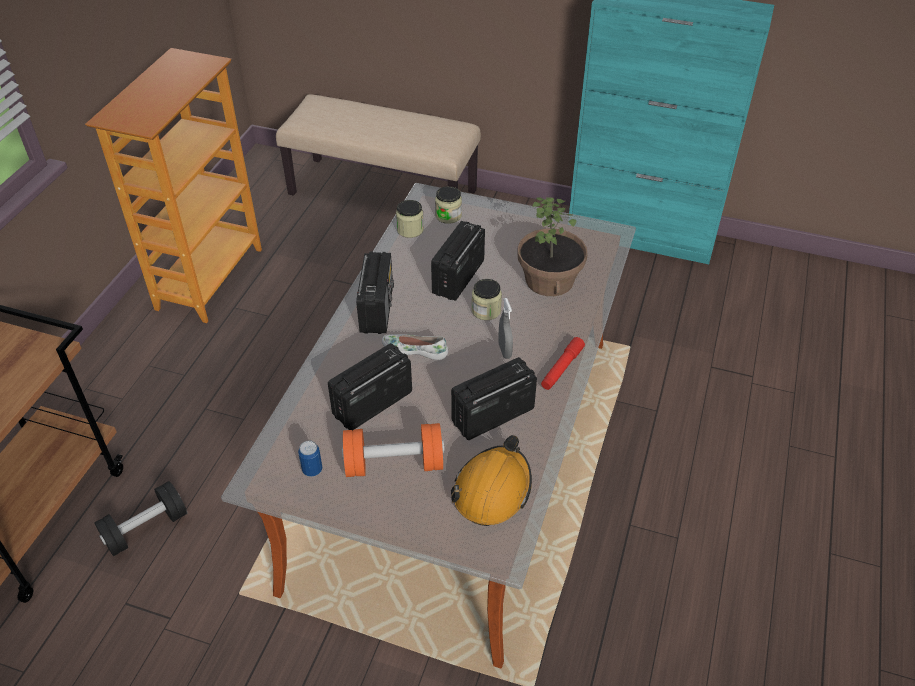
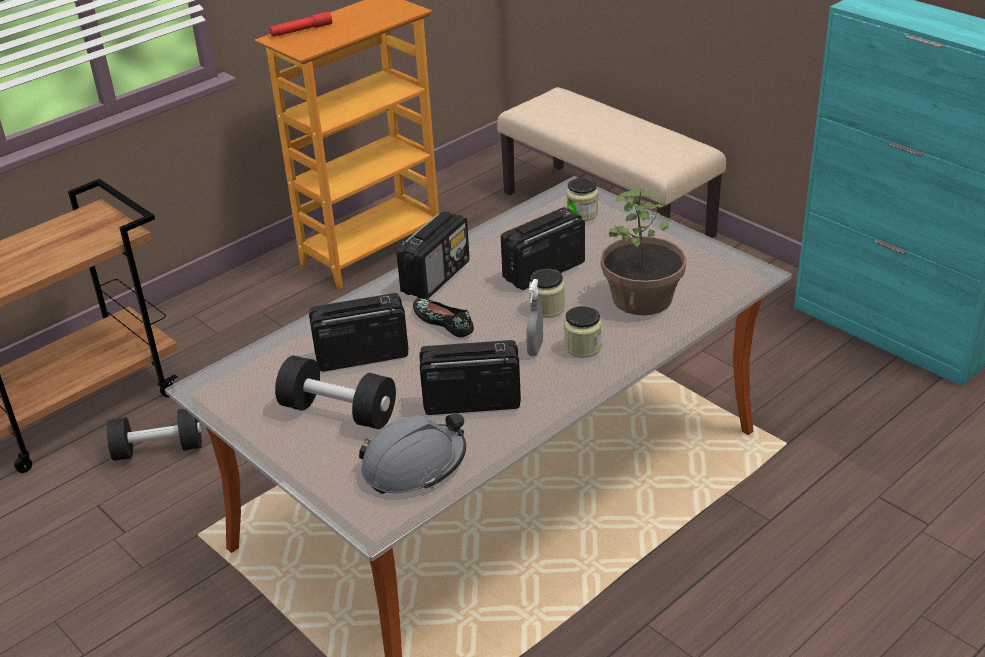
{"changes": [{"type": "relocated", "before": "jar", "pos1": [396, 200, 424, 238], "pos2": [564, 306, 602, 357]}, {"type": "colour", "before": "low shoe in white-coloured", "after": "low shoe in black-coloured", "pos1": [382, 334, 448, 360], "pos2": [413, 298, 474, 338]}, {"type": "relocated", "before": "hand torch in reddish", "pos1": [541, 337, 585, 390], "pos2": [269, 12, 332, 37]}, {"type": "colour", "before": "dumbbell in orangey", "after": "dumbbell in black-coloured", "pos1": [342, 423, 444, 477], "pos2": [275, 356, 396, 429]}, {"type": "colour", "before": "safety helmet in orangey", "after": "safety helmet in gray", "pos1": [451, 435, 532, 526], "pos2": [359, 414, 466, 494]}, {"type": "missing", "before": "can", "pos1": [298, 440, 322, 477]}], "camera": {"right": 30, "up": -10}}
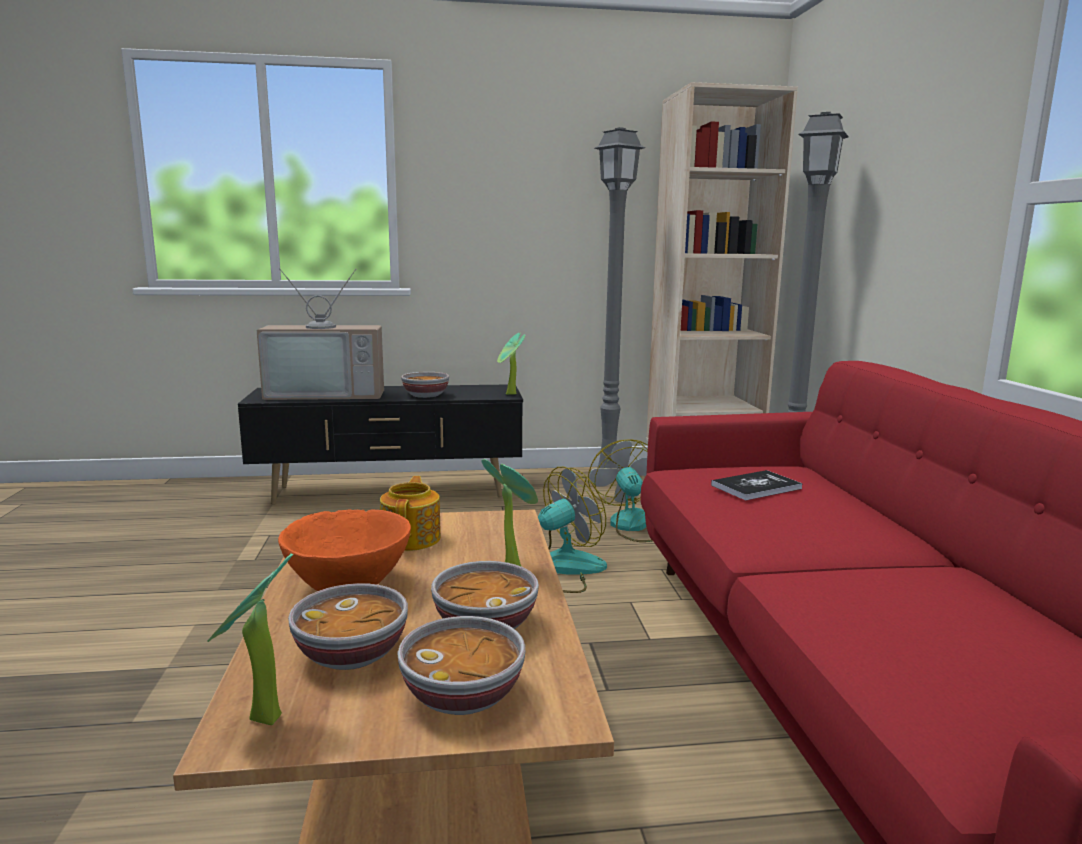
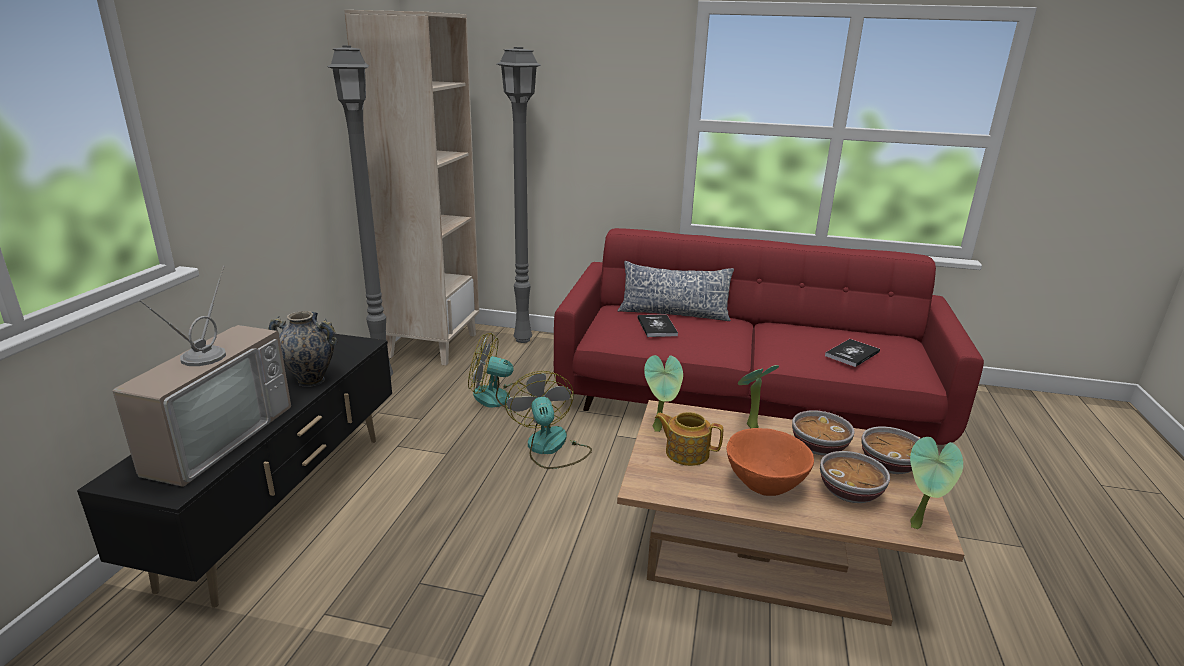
{"changes": [{"type": "relocated", "before": "potted plant", "pos1": [497, 333, 525, 395], "pos2": [644, 355, 683, 432]}, {"type": "exchanged", "before": "deep dish", "after": "decorative vase", "pos1": [401, 372, 449, 398], "pos2": [268, 311, 338, 387]}, {"type": "appeared", "after": "throw pillow", "pos2": [618, 261, 734, 321]}, {"type": "appeared", "after": "volume", "pos2": [825, 339, 880, 367]}], "camera": {"right": -70, "up": 10}}
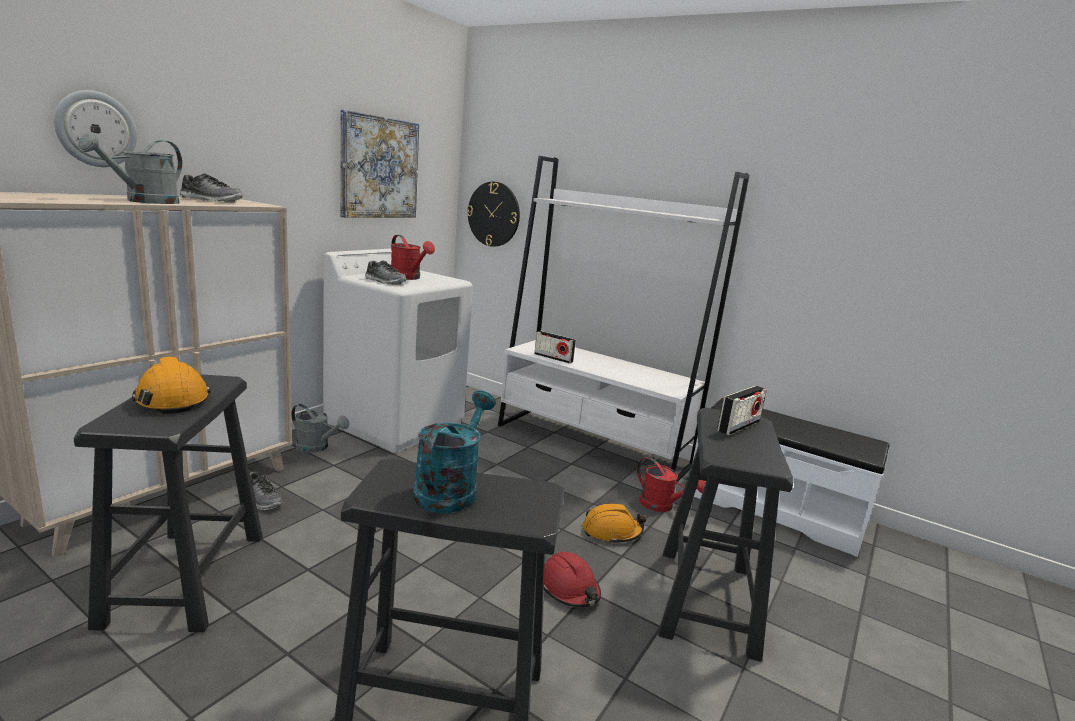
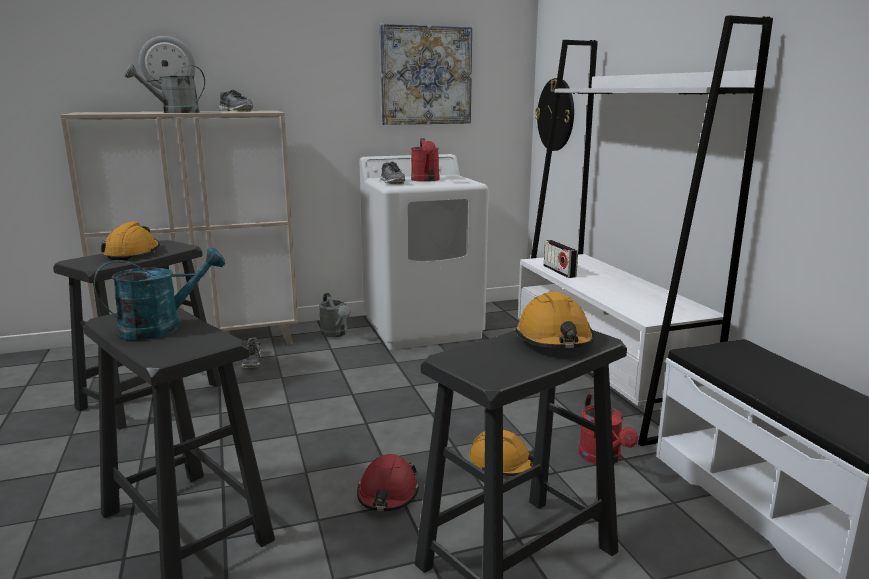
{"changes": [{"type": "exchanged", "before": "radio", "after": "safety helmet in orangey", "pos1": [717, 386, 767, 435], "pos2": [515, 292, 594, 348]}], "camera": {"right": 40, "up": 0}}
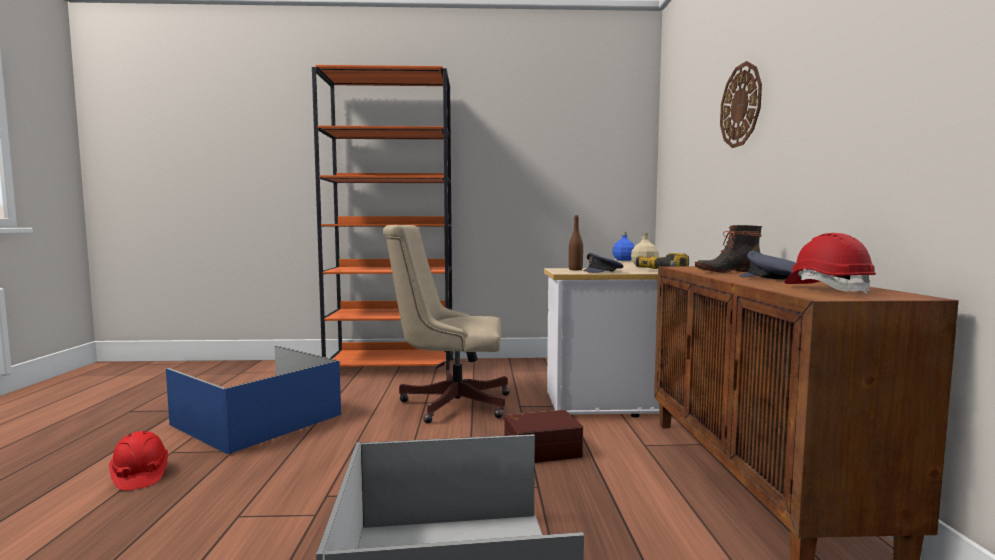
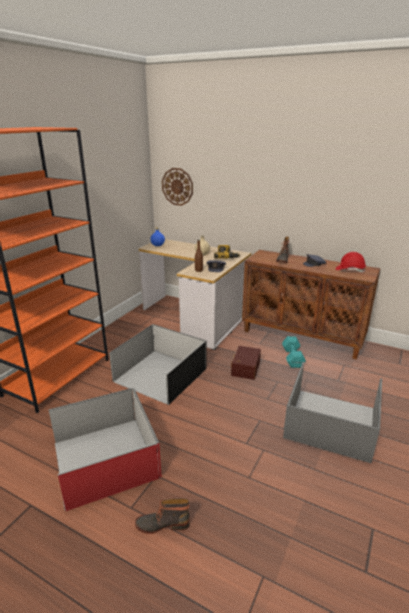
{"changes": [{"type": "relocated", "before": "wall clock", "pos1": [720, 61, 762, 148], "pos2": [162, 168, 193, 206]}, {"type": "exchanged", "before": "desk chair in sand-coloured", "after": "storage bin in black-coloured", "pos1": [383, 225, 510, 423], "pos2": [109, 324, 206, 405]}, {"type": "colour", "before": "storage bin in blue", "after": "storage bin in reddish", "pos1": [166, 346, 341, 454], "pos2": [48, 388, 162, 511]}, {"type": "exchanged", "before": "safety helmet in reddish", "after": "tall boot", "pos1": [109, 431, 168, 491], "pos2": [135, 498, 190, 534]}, {"type": "appeared", "after": "dumbbell in blue-green", "pos2": [282, 336, 306, 368]}], "camera": {"right": -60, "up": 20}}
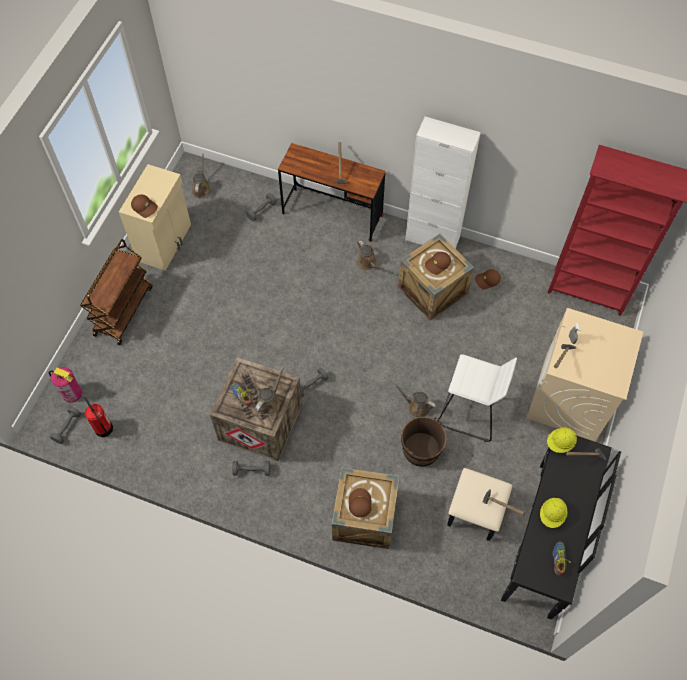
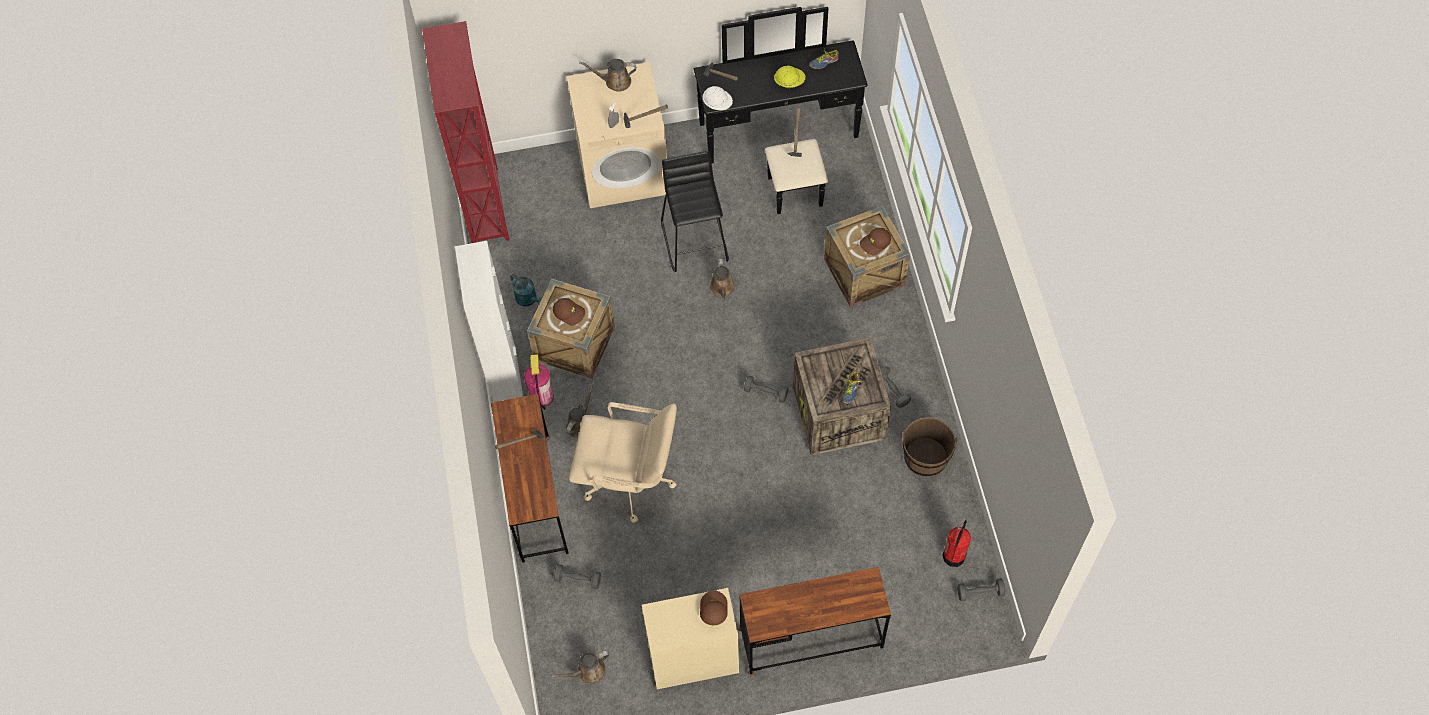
{"changes": [{"type": "exchanged", "before": "cart in brownish", "after": "desk unit in brownish", "pos1": [80, 239, 153, 345], "pos2": [738, 567, 891, 675]}, {"type": "exchanged", "before": "peaked cap in brownish", "after": "watering can in blue-green", "pos1": [475, 269, 501, 289], "pos2": [510, 274, 543, 306]}, {"type": "colour", "before": "stool seat in white-coloured", "after": "stool seat in black-coloured", "pos1": [438, 354, 517, 442], "pos2": [661, 151, 729, 272]}, {"type": "relocated", "before": "watering can in brownish", "pos1": [255, 366, 285, 415], "pos2": [579, 59, 636, 92]}, {"type": "relocated", "before": "extinguisher", "pos1": [49, 367, 82, 403], "pos2": [524, 354, 554, 410]}, {"type": "relocated", "before": "water bucket in brownish", "pos1": [401, 417, 446, 467], "pos2": [903, 417, 957, 477]}, {"type": "colour", "before": "safety helmet in yellow", "after": "safety helmet in white-coloured", "pos1": [547, 428, 577, 453], "pos2": [703, 86, 733, 110]}, {"type": "appeared", "after": "desk chair in sand-coloured", "pos2": [569, 402, 677, 523]}], "camera": {"right": -120, "up": 0}}
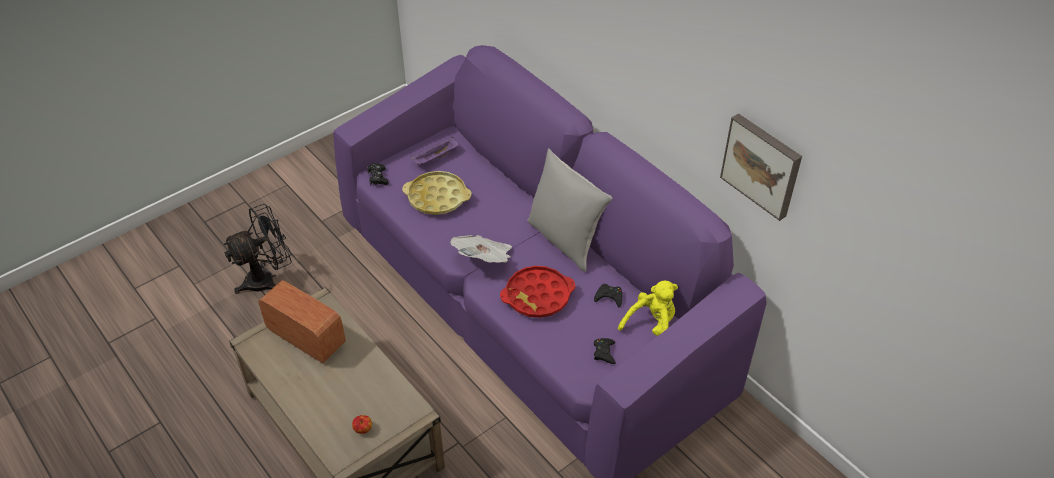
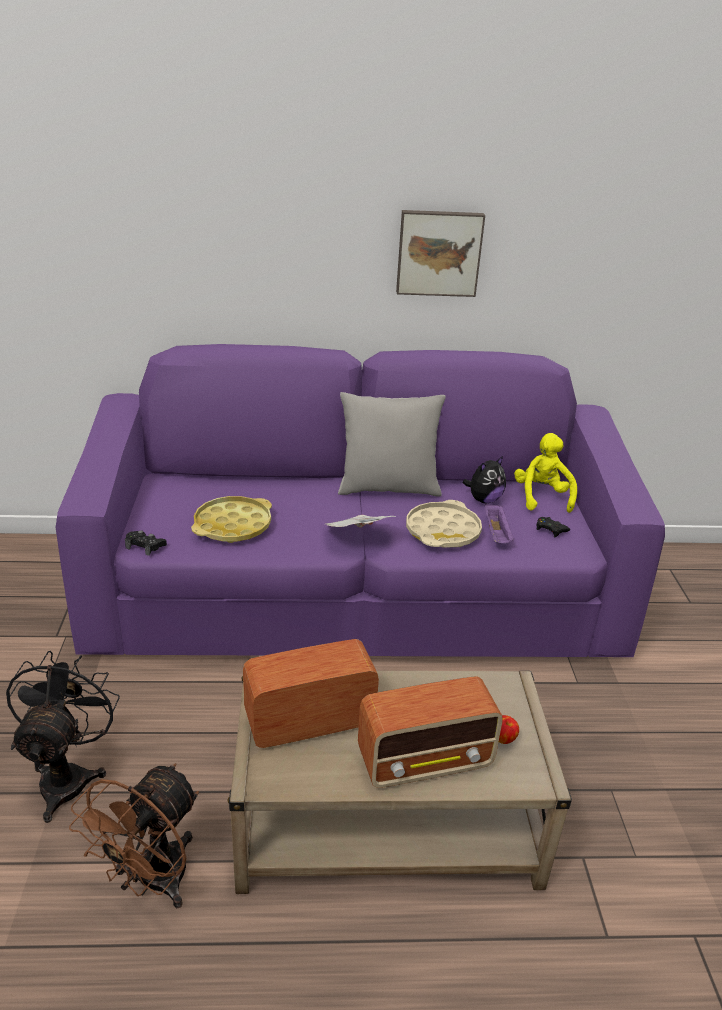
{"changes": [{"type": "relocated", "before": "picture", "pos1": [720, 113, 802, 221], "pos2": [396, 210, 485, 297]}, {"type": "relocated", "before": "carrying tray in purple-coloured", "pos1": [410, 137, 459, 165], "pos2": [485, 503, 515, 543]}, {"type": "colour", "before": "carrying tray in reddish", "after": "carrying tray in sand-coloured", "pos1": [500, 266, 575, 318], "pos2": [406, 500, 482, 548]}, {"type": "exchanged", "before": "game controller in black-coloured", "after": "plush toy", "pos1": [594, 284, 622, 308], "pos2": [463, 456, 506, 503]}, {"type": "appeared", "after": "radio", "pos2": [358, 676, 503, 788]}, {"type": "appeared", "after": "electric fan in brownish", "pos2": [69, 763, 199, 909]}], "camera": {"right": -55, "up": -15}}
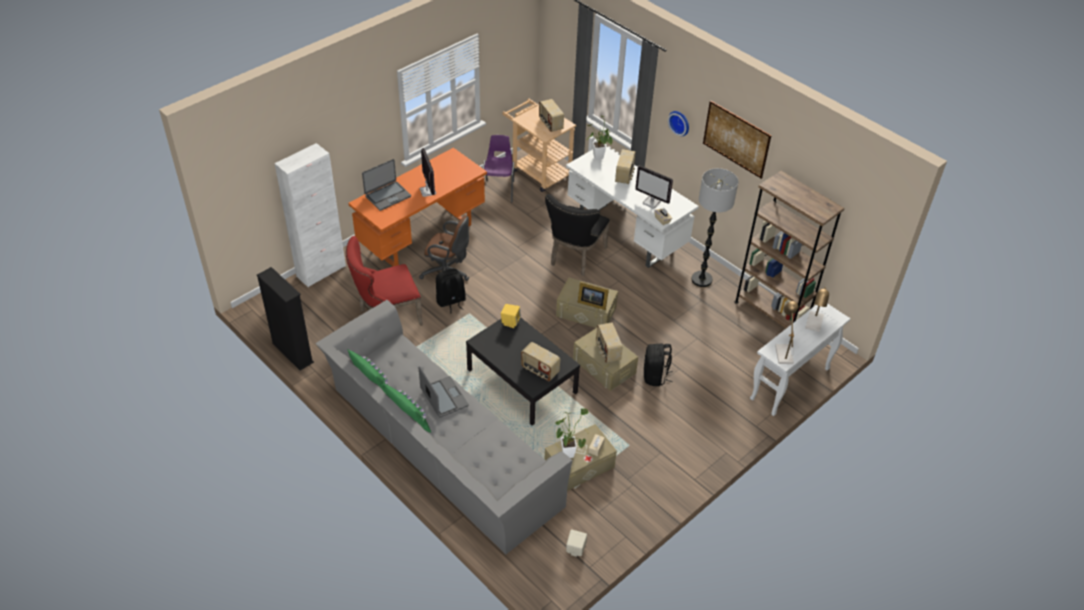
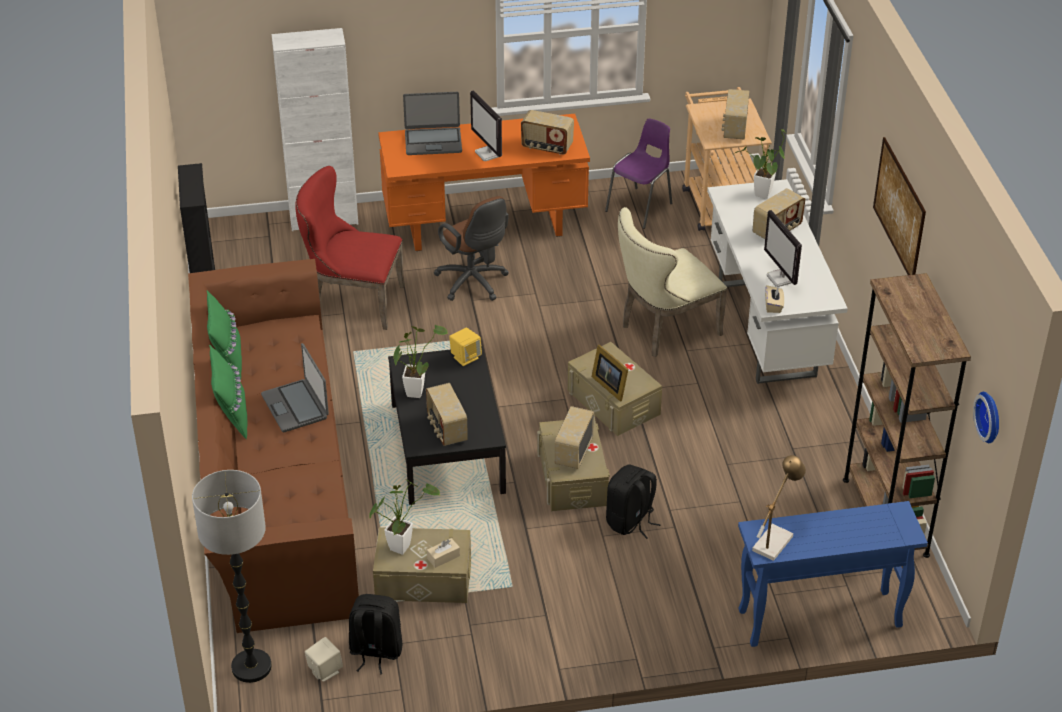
{"changes": [{"type": "relocated", "before": "wall clock", "pos1": [668, 111, 689, 136], "pos2": [973, 392, 999, 443]}, {"type": "spun", "before": "computer display", "pos1": [420, 148, 436, 197], "pos2": [470, 91, 502, 161], "turn": 135}, {"type": "relocated", "before": "standing lamp", "pos1": [691, 168, 738, 287], "pos2": [192, 470, 272, 683]}, {"type": "colour", "before": "chair in black-coloured", "after": "chair in sand-coloured", "pos1": [545, 194, 610, 276], "pos2": [618, 207, 727, 357]}, {"type": "relocated", "before": "backpack in black-coloured", "pos1": [436, 269, 466, 314], "pos2": [349, 594, 402, 674]}, {"type": "missing", "before": "table lamp", "pos1": [805, 287, 829, 332]}, {"type": "colour", "before": "couch in gray", "after": "couch in brownish", "pos1": [315, 300, 572, 554], "pos2": [188, 259, 359, 633]}, {"type": "colour", "before": "console table in white-coloured", "after": "console table in blue", "pos1": [750, 303, 851, 416], "pos2": [738, 501, 928, 647]}, {"type": "spun", "before": "notebook computer", "pos1": [419, 366, 469, 418], "pos2": [261, 343, 329, 432], "turn": 150}, {"type": "appeared", "after": "radio", "pos2": [521, 110, 574, 155]}, {"type": "appeared", "after": "potted plant", "pos2": [393, 325, 448, 398]}], "camera": {"right": 35, "up": -5}}
